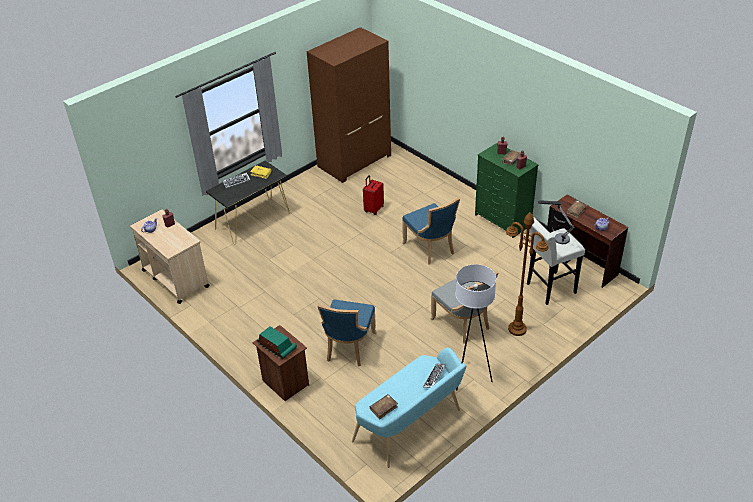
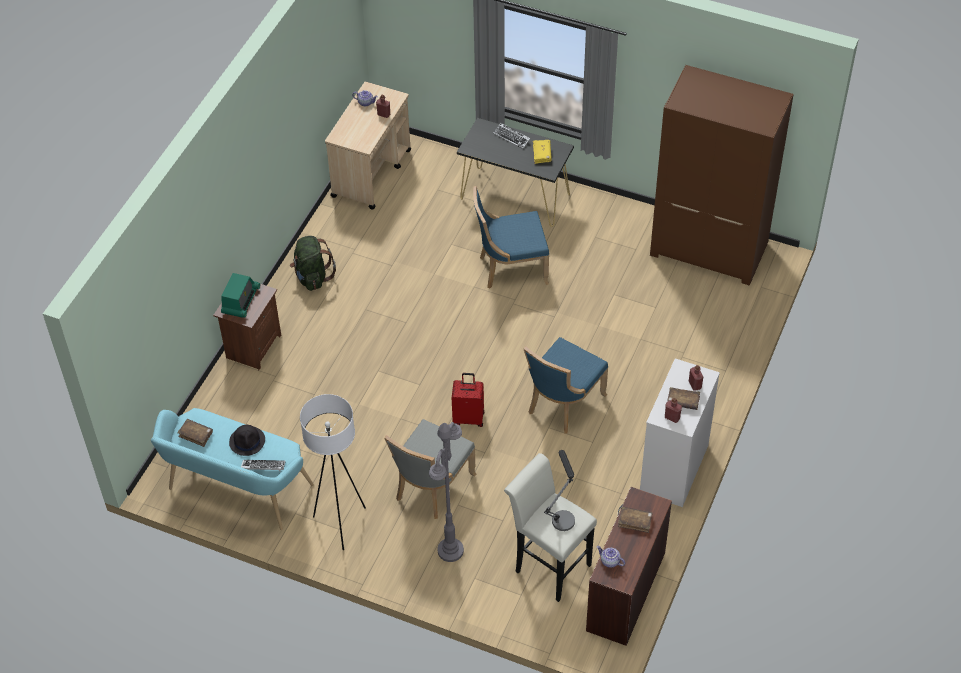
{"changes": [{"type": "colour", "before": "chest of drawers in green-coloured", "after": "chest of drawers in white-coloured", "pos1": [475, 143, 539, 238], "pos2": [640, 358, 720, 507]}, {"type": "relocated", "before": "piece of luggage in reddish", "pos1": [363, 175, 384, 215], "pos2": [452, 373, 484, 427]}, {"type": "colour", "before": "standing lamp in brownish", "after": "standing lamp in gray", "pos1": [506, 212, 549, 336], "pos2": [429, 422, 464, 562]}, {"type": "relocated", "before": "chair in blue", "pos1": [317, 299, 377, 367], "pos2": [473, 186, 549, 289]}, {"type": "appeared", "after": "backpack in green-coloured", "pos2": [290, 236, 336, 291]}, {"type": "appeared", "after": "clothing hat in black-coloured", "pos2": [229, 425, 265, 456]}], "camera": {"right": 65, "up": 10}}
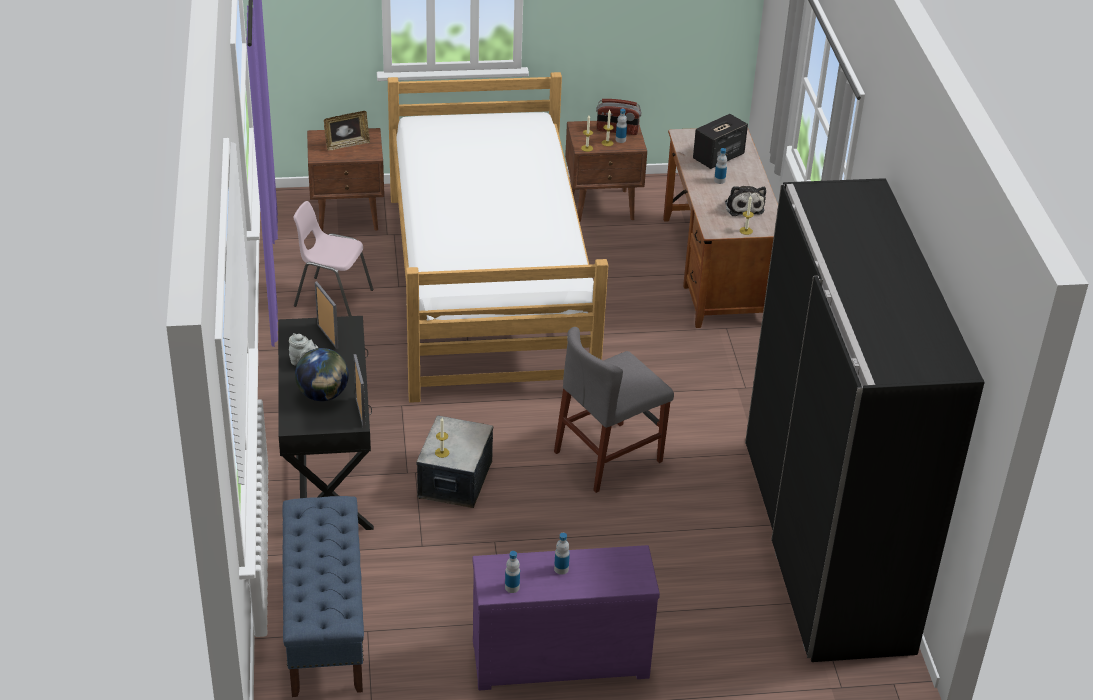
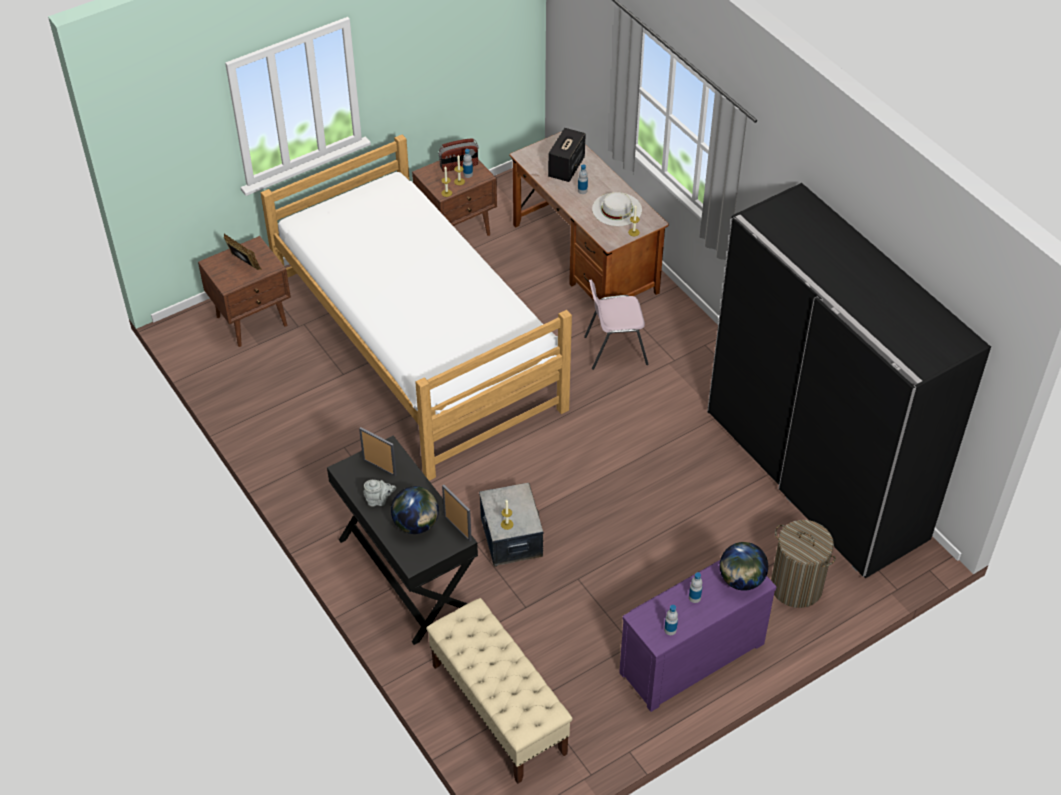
{"changes": [{"type": "spun", "before": "picture frame", "pos1": [324, 111, 370, 151], "pos2": [224, 233, 261, 270], "turn": -90}, {"type": "exchanged", "before": "plush toy", "after": "clothing hat in white-coloured", "pos1": [725, 186, 766, 216], "pos2": [592, 192, 642, 226]}, {"type": "relocated", "before": "chair in pink", "pos1": [293, 201, 373, 316], "pos2": [584, 280, 648, 370]}, {"type": "missing", "before": "chair in gray", "pos1": [554, 327, 674, 493]}, {"type": "colour", "before": "long seat in blue", "after": "long seat in sand-coloured", "pos1": [282, 496, 364, 697], "pos2": [426, 598, 572, 784]}, {"type": "appeared", "after": "laundry basket", "pos2": [771, 520, 836, 608]}, {"type": "appeared", "after": "world globe", "pos2": [720, 542, 768, 591]}], "camera": {"right": -25, "up": 10}}
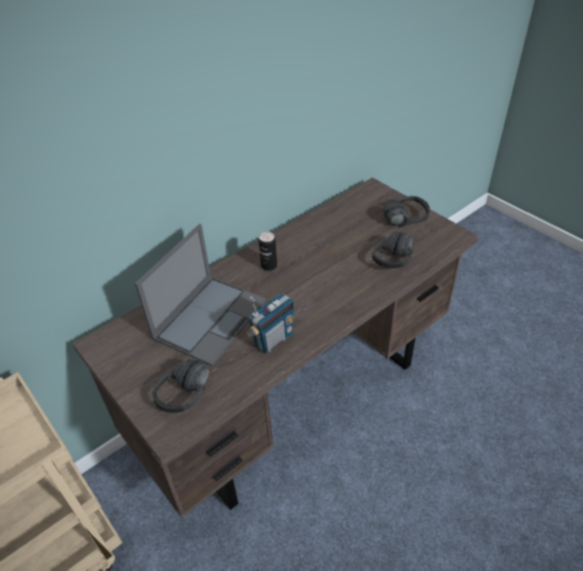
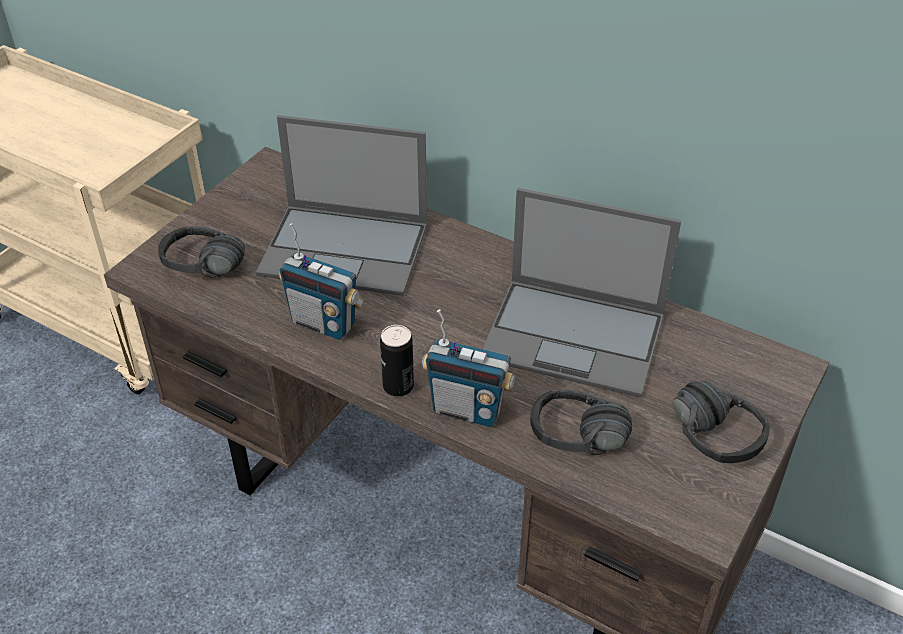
{"changes": [{"type": "relocated", "before": "can", "pos1": [258, 232, 277, 271], "pos2": [380, 325, 414, 396]}, {"type": "appeared", "after": "notebook computer", "pos2": [482, 188, 681, 398]}, {"type": "appeared", "after": "radio", "pos2": [421, 309, 515, 427]}], "camera": {"right": 70, "up": 0}}
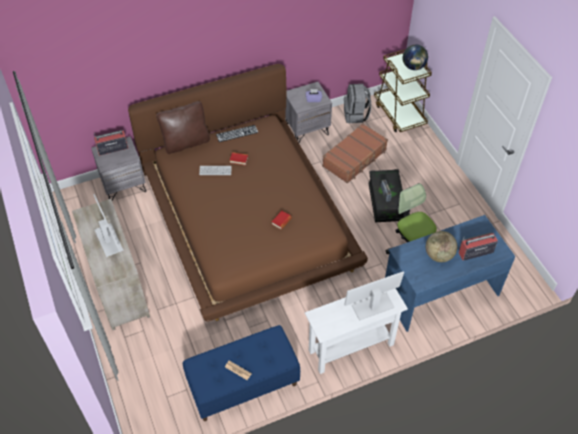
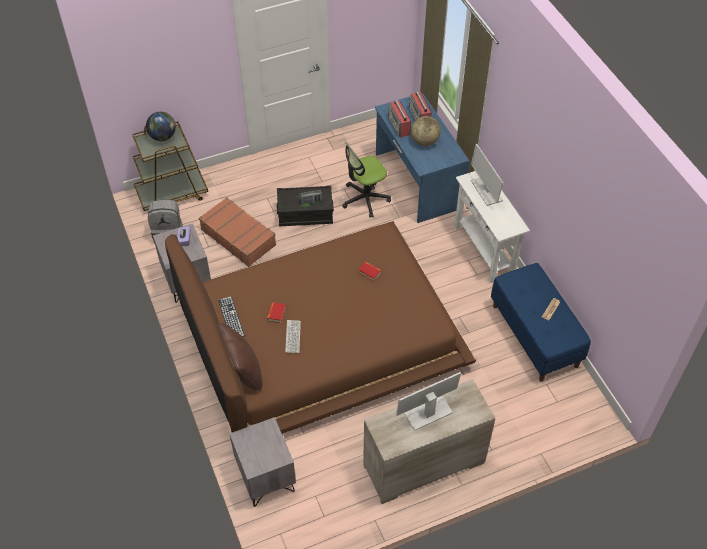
{"changes": [{"type": "relocated", "before": "radio", "pos1": [94, 130, 128, 156], "pos2": [388, 100, 411, 137]}], "camera": {"right": -90, "up": 0}}
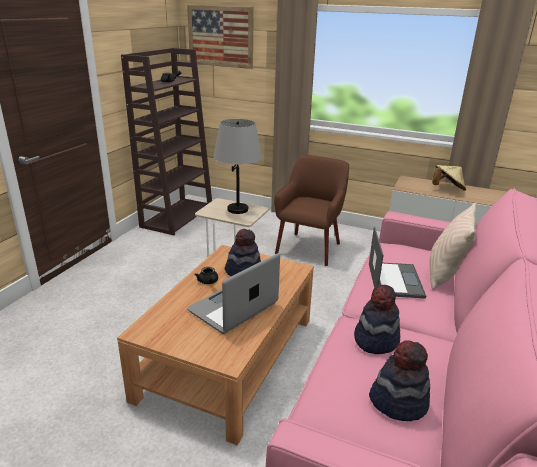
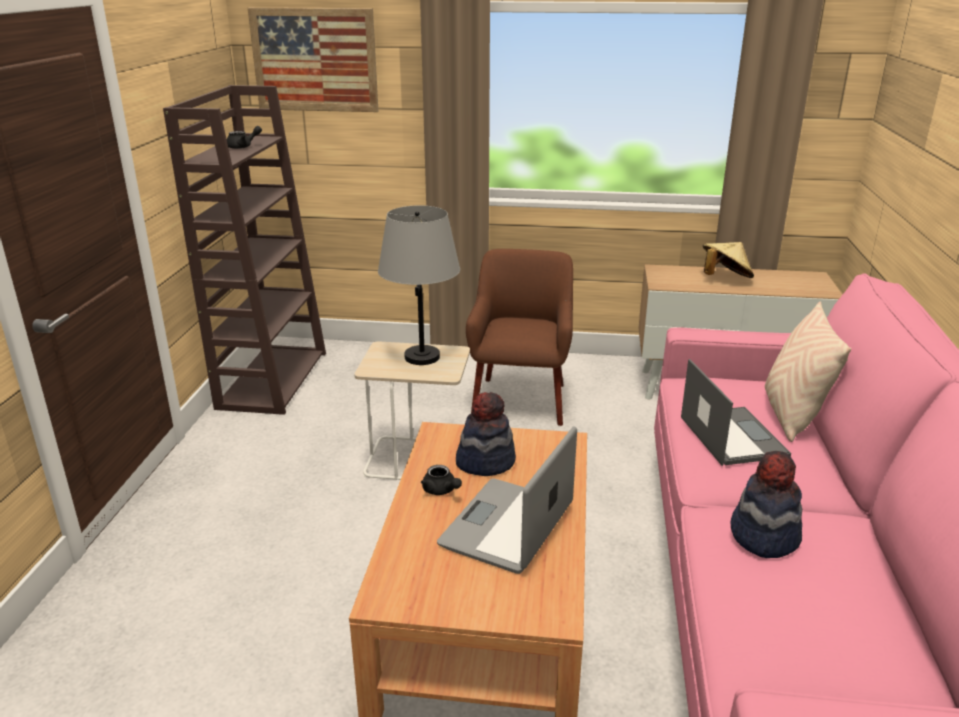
{"changes": [{"type": "missing", "before": "clothing hat", "pos1": [369, 340, 430, 421]}], "camera": {"right": -15, "up": 0}}
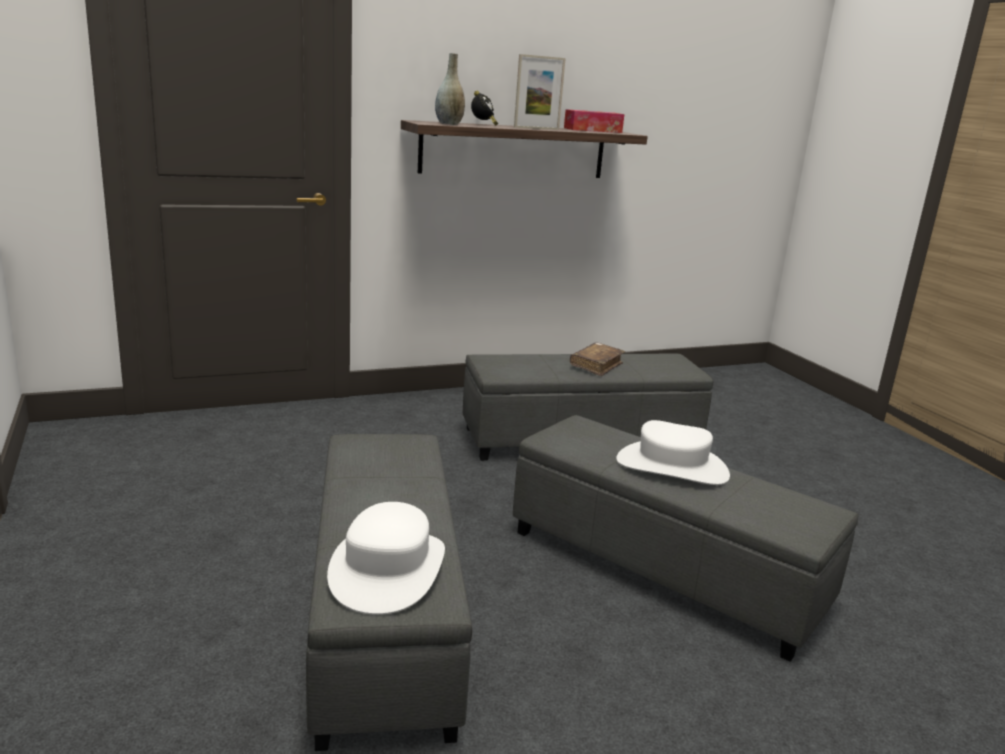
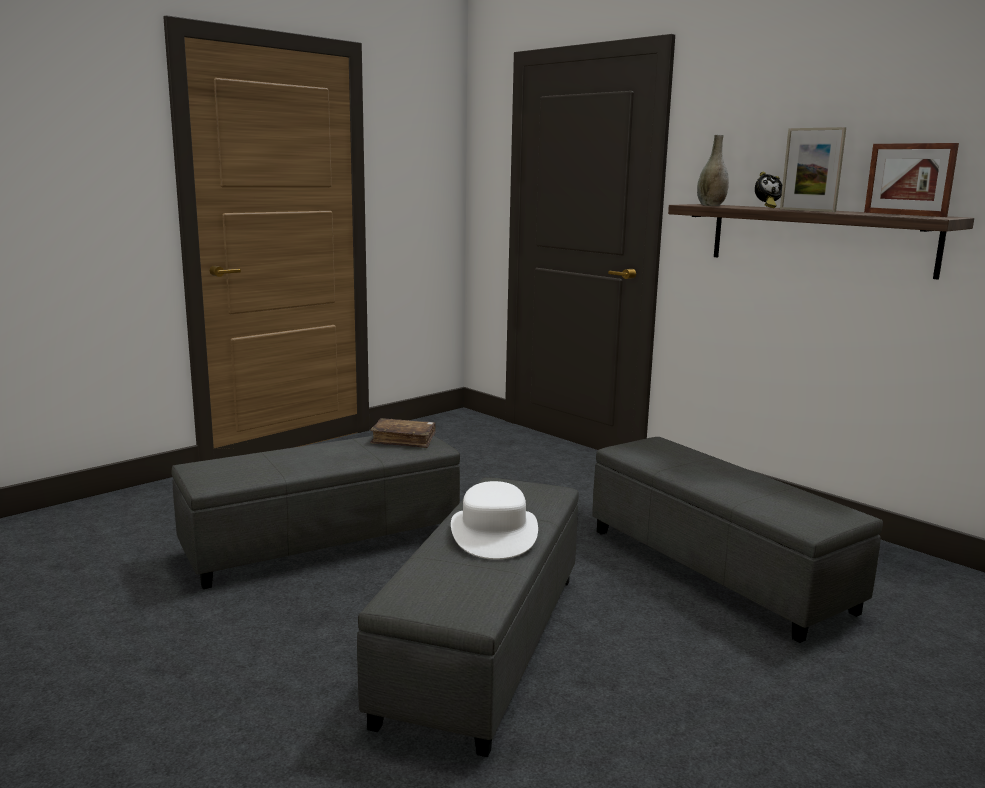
{"changes": [{"type": "exchanged", "before": "tissue box", "after": "picture frame", "pos1": [564, 109, 624, 133], "pos2": [864, 143, 959, 217]}, {"type": "relocated", "before": "volume in brownish", "pos1": [570, 343, 625, 376], "pos2": [370, 418, 436, 448]}, {"type": "missing", "before": "clothing hat in white-coloured", "pos1": [327, 502, 445, 615]}], "camera": {"right": 70, "up": -5}}
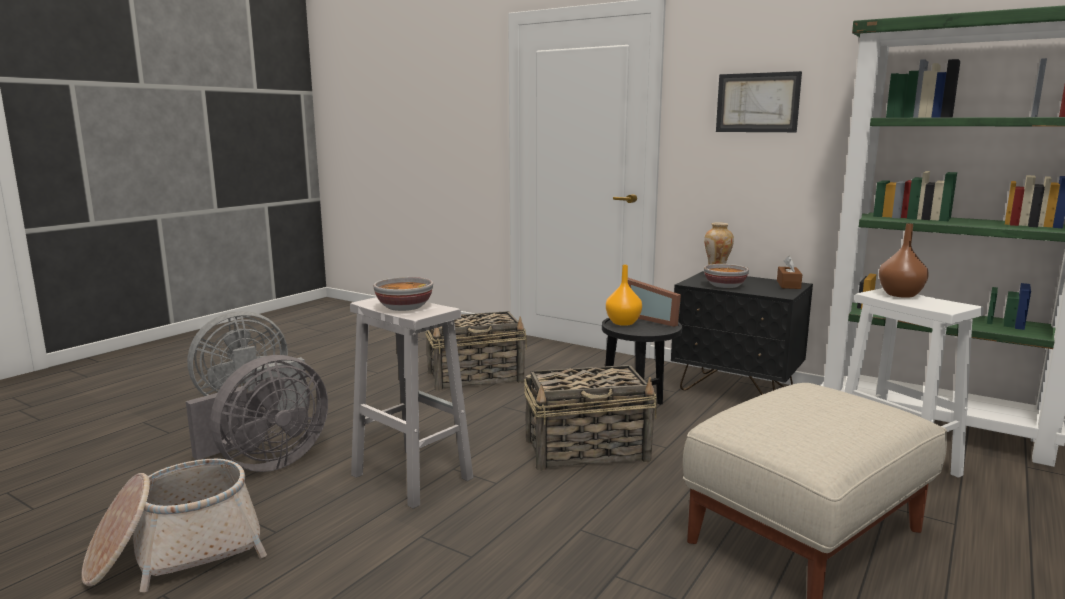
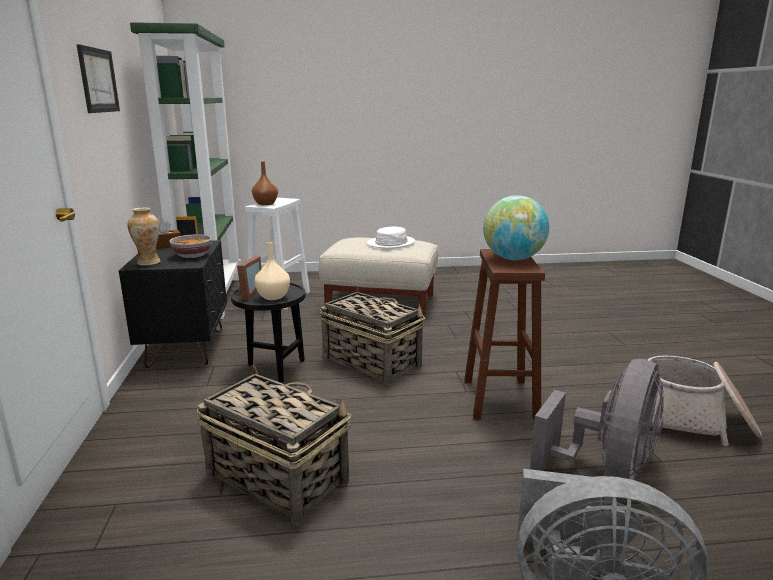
{"changes": [{"type": "colour", "before": "decorative vase in orangey", "after": "decorative vase in sand-coloured", "pos1": [606, 265, 642, 326], "pos2": [255, 242, 290, 300]}, {"type": "exchanged", "before": "deep dish", "after": "world globe", "pos1": [373, 277, 433, 311], "pos2": [483, 195, 549, 260]}, {"type": "colour", "before": "stool seat in white-coloured", "after": "stool seat in brownish", "pos1": [350, 297, 473, 509], "pos2": [464, 249, 545, 421]}, {"type": "spun", "before": "electric fan in gray", "pos1": [186, 355, 328, 472], "pos2": [530, 359, 664, 480], "turn": 120}, {"type": "appeared", "after": "clothing hat in white-coloured", "pos2": [367, 227, 415, 248]}], "camera": {"right": -130, "up": 5}}
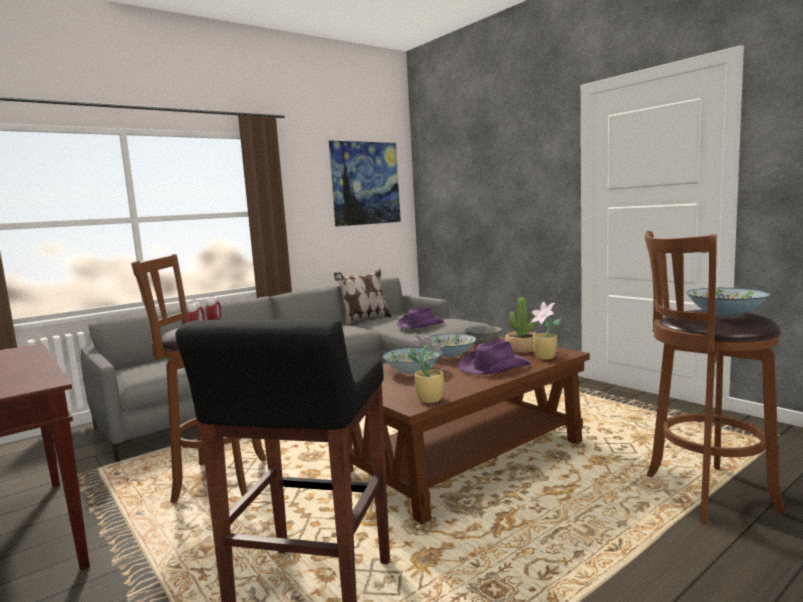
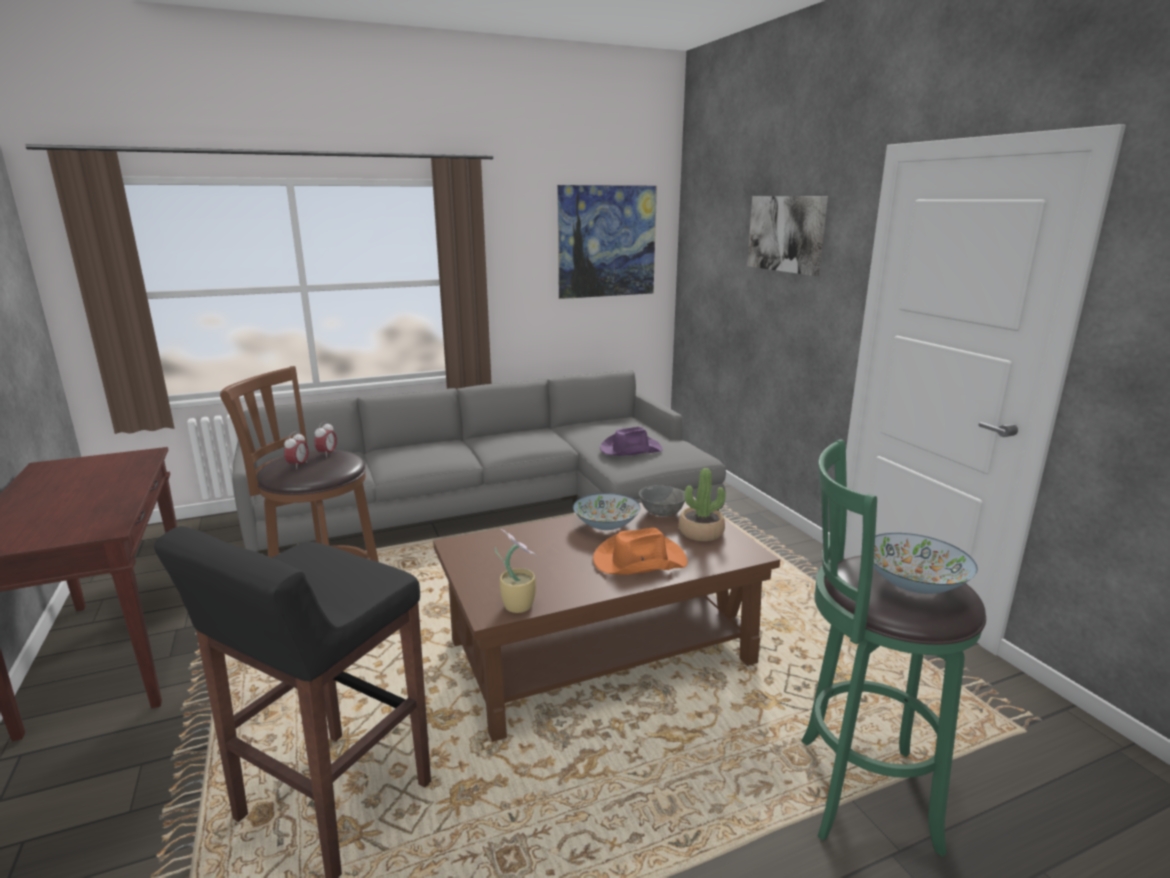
{"changes": [{"type": "colour", "before": "stool seat in brownish", "after": "stool seat in green-coloured", "pos1": [645, 231, 786, 525], "pos2": [801, 439, 986, 857]}, {"type": "missing", "before": "throw pillow", "pos1": [334, 269, 392, 324]}, {"type": "missing", "before": "potted plant", "pos1": [531, 302, 561, 360]}, {"type": "colour", "before": "clothing hat in purple-coloured", "after": "clothing hat in orangey", "pos1": [458, 339, 531, 374], "pos2": [593, 528, 687, 575]}, {"type": "missing", "before": "deep dish", "pos1": [383, 347, 441, 374]}, {"type": "appeared", "after": "picture", "pos2": [747, 196, 828, 276]}], "camera": {"right": 15, "up": 10}}
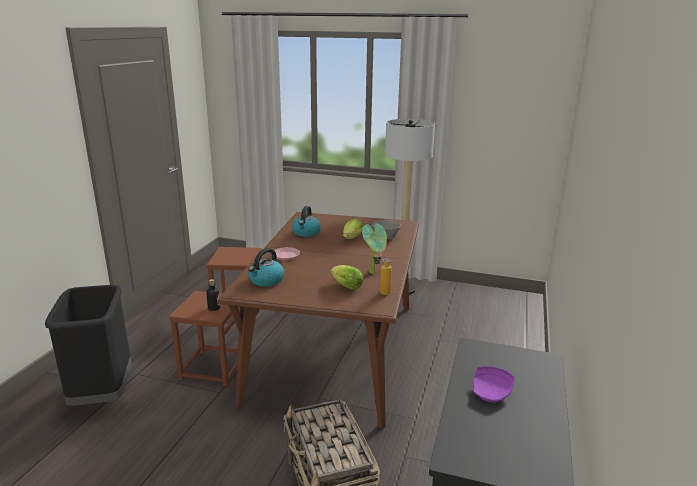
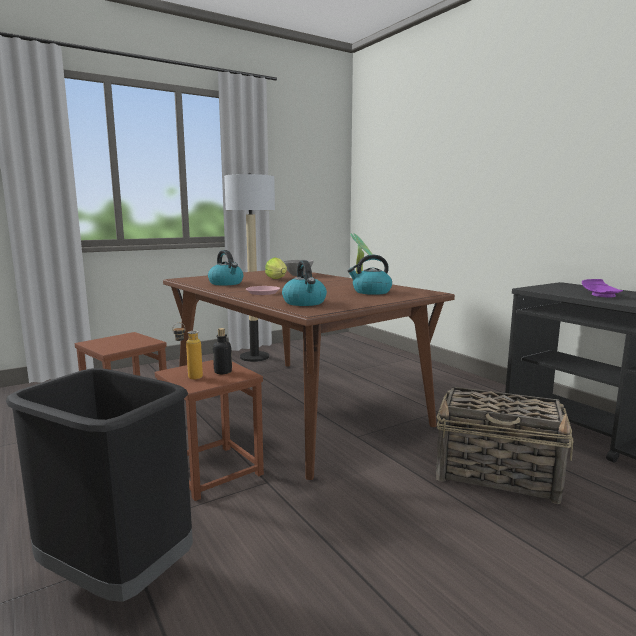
{"changes": [{"type": "relocated", "before": "drink bottle", "pos1": [373, 251, 392, 295], "pos2": [172, 323, 203, 380]}, {"type": "exchanged", "before": "lettuce", "after": "water kettle", "pos1": [331, 265, 363, 290], "pos2": [347, 255, 392, 295]}], "camera": {"right": -50, "up": -10}}
